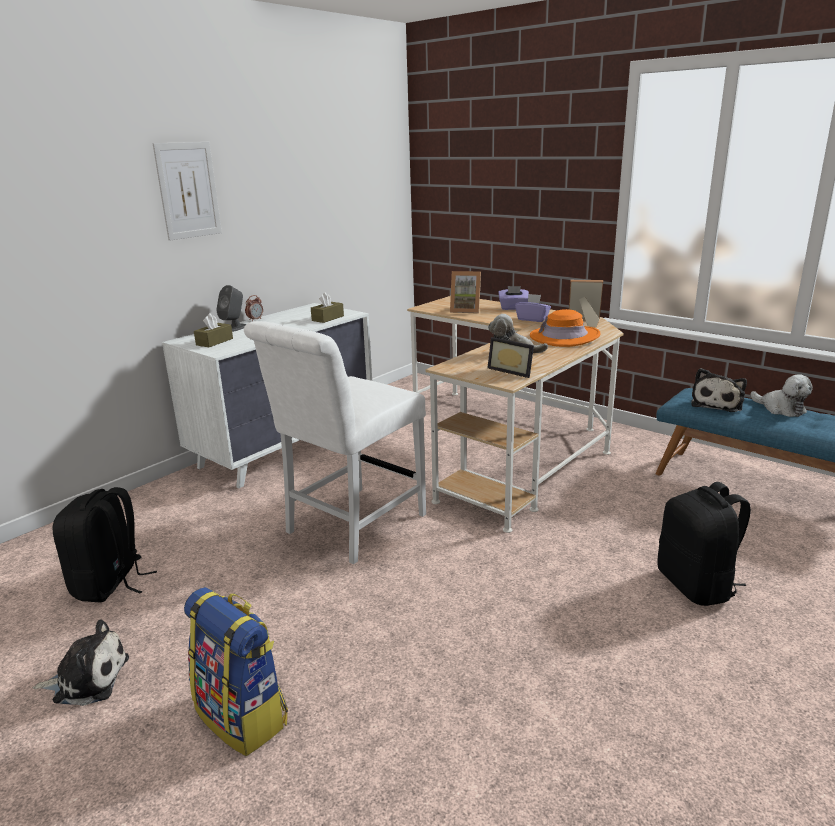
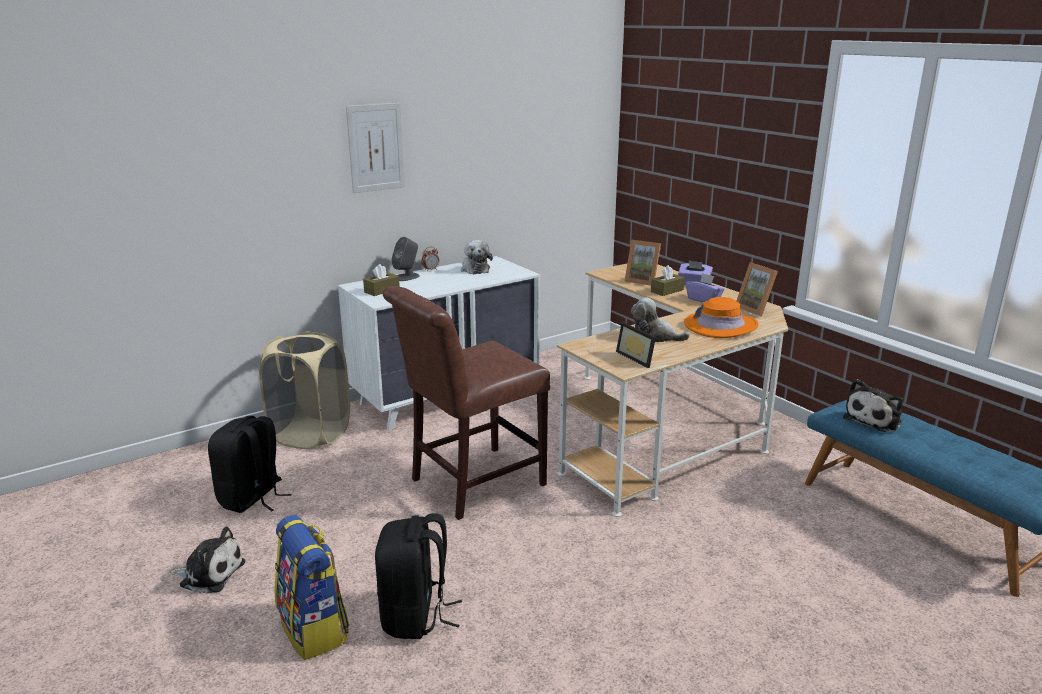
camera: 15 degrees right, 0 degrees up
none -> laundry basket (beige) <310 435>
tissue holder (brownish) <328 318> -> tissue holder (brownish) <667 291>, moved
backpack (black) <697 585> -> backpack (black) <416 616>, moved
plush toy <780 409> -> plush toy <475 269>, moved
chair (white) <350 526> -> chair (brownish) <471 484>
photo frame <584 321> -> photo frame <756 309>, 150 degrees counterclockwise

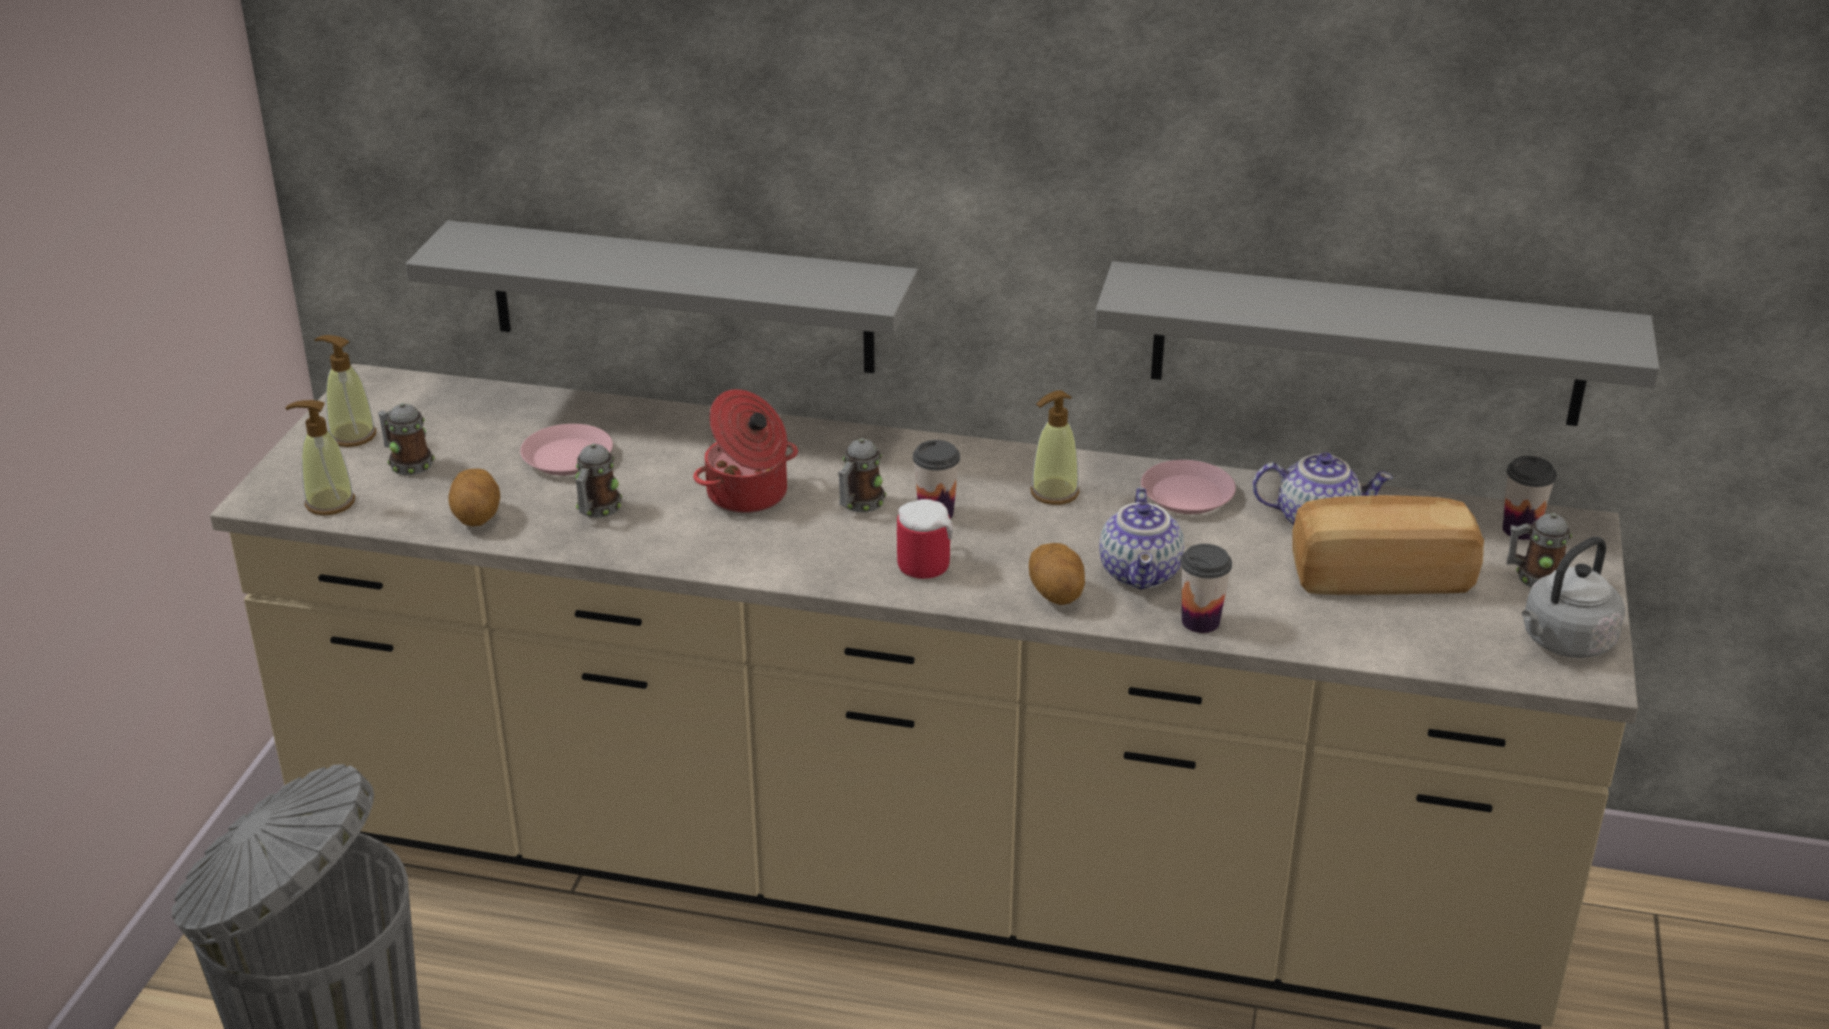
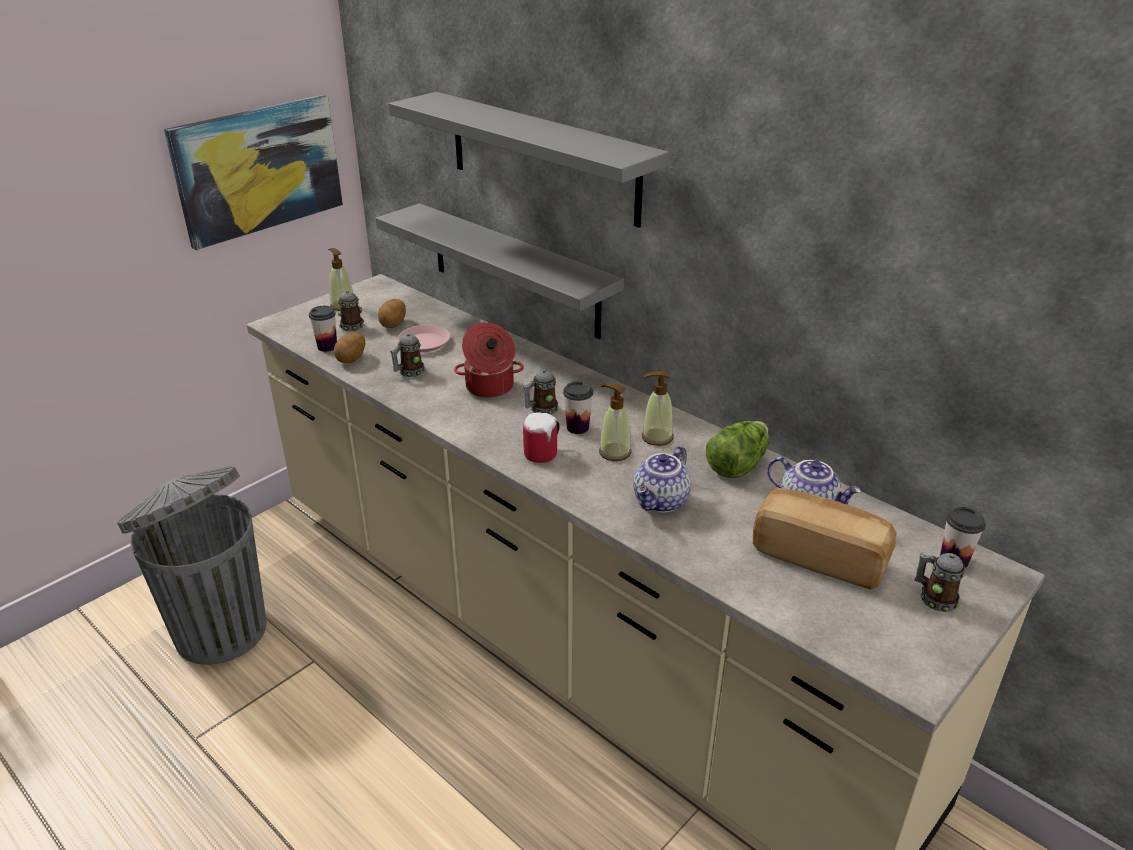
camera: 30 degrees right, 0 degrees up
water kettle (gray) <1564 642> -> none
none -> wall art <258 169>
soap bottle <329 503> -> soap bottle <614 452>, moved
whole potato <1056 594> -> whole potato <393 324>, moved
shelf (gray) <1367 344> -> shelf (gray) <542 157>, moved
drinking cup <1200 621> -> drinking cup <327 347>, moved
flat dish (pink-coloured) <1187 495> -> lettuce head <737 464>

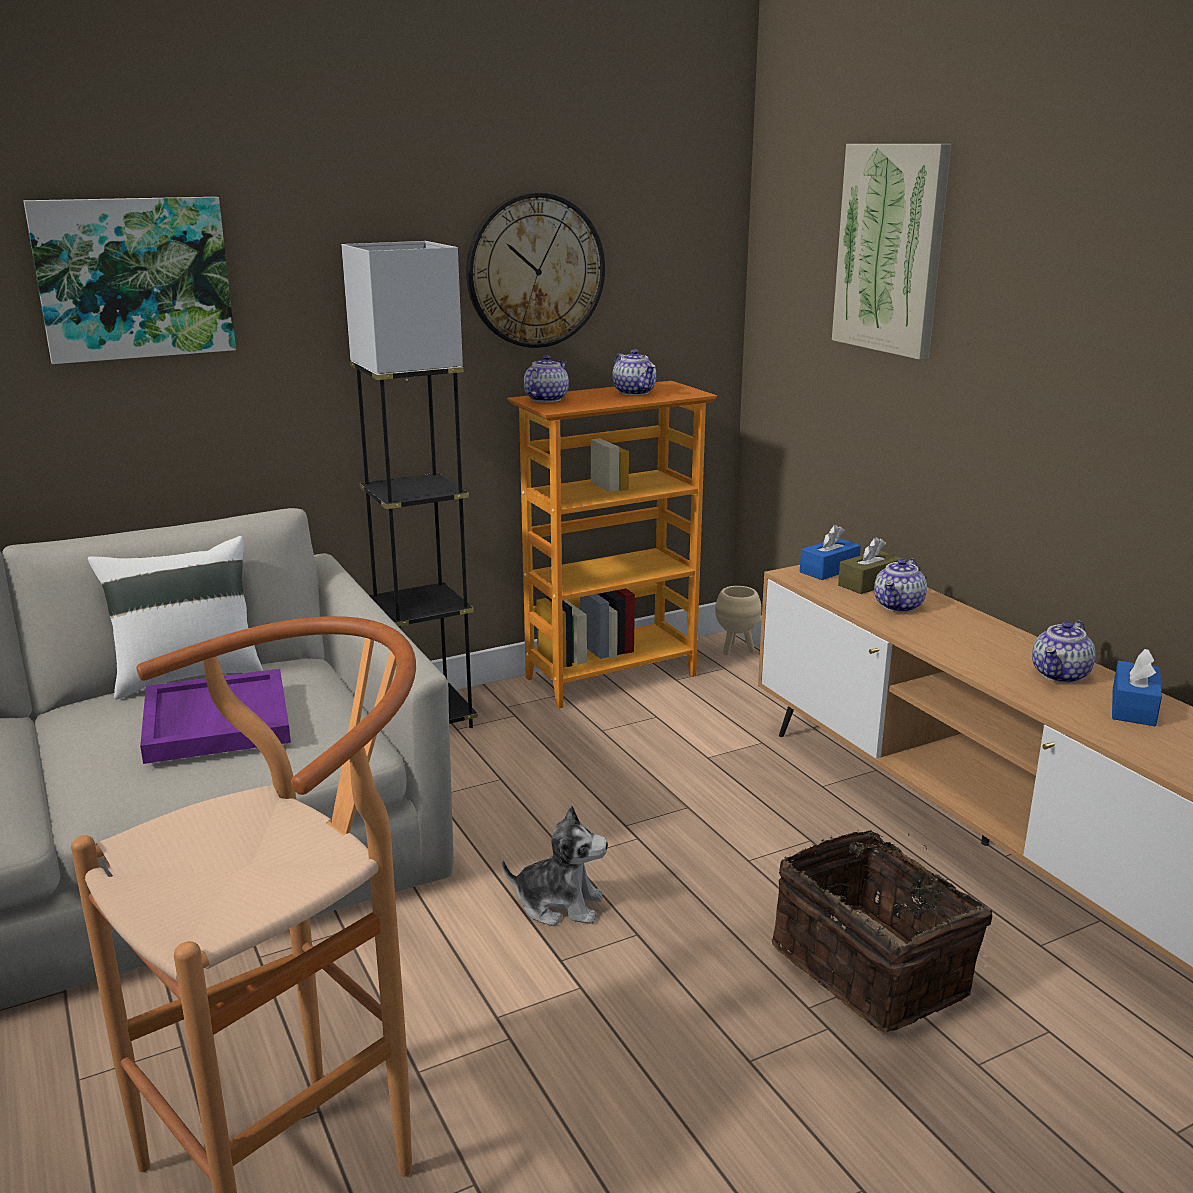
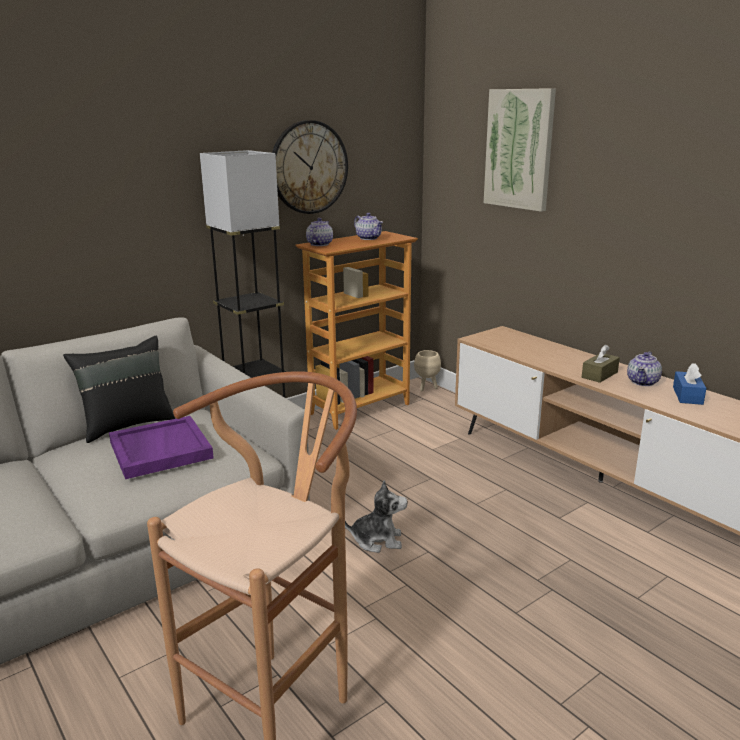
camera: 10 degrees left, 0 degrees up
wall art <134 278> -> none
household basket <874 967> -> none
tissue holder (bluish) <829 570> -> none
teapot <899 606> -> none
tissue holder (brownish) <869 583> -> tissue holder (brownish) <599 375>, moved
cushion (white) <187 675> -> cushion (black) <127 425>

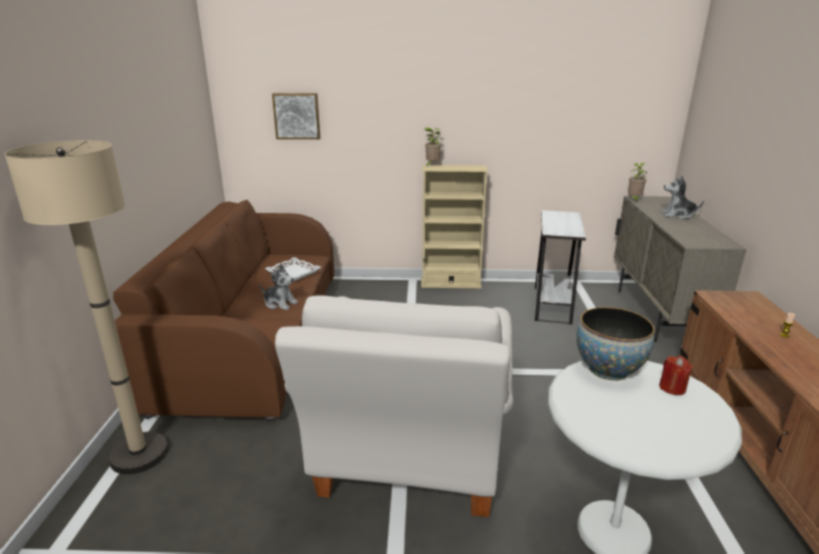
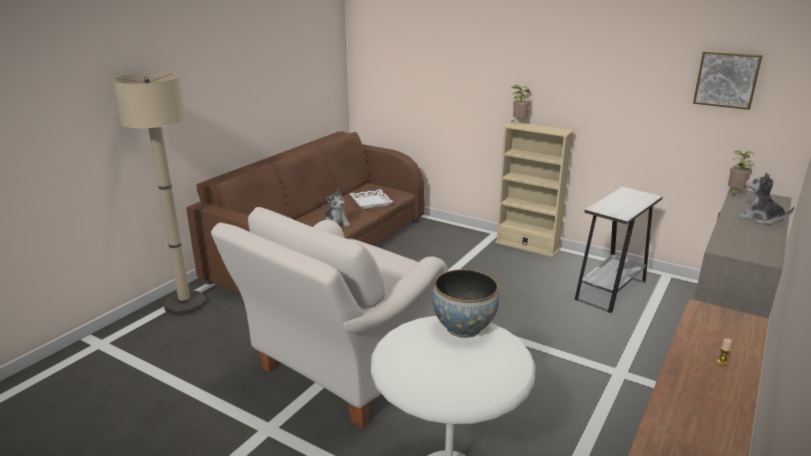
camera: 30 degrees right, 0 degrees up
candle (red) <672 388> -> none
wall art <297 116> -> wall art <727 79>, moved

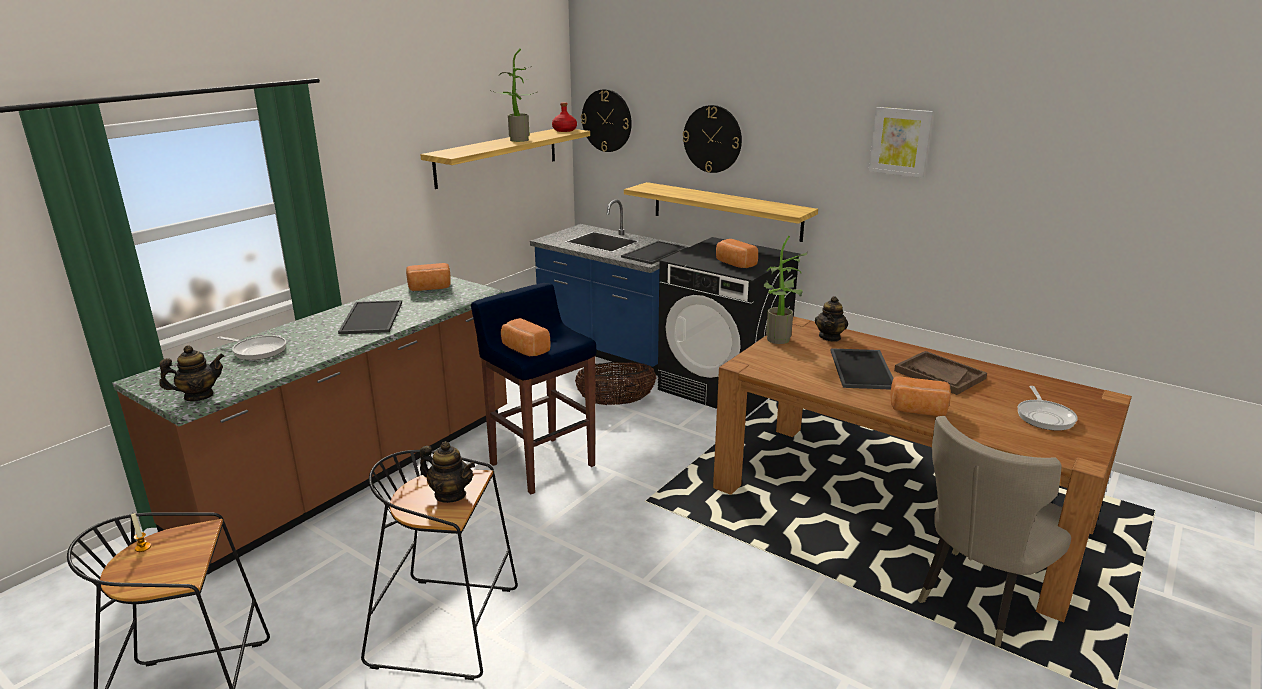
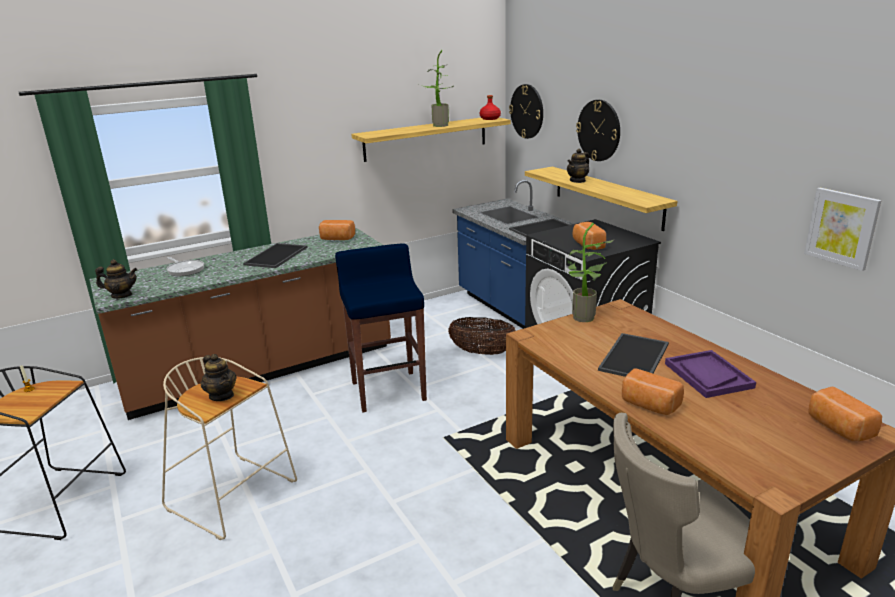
camera: 25 degrees right, 0 degrees up
skillet <1044 416> -> none
bakery bread <524 350> -> bakery bread <837 427>, moved
teapot <830 337> -> teapot <577 181>, moved
wall art <900 141> -> wall art <842 228>, moved
stool (black) <448 626> -> stool (beige) <234 496>
tray (brownish) <939 375> -> tray (purple) <708 375>

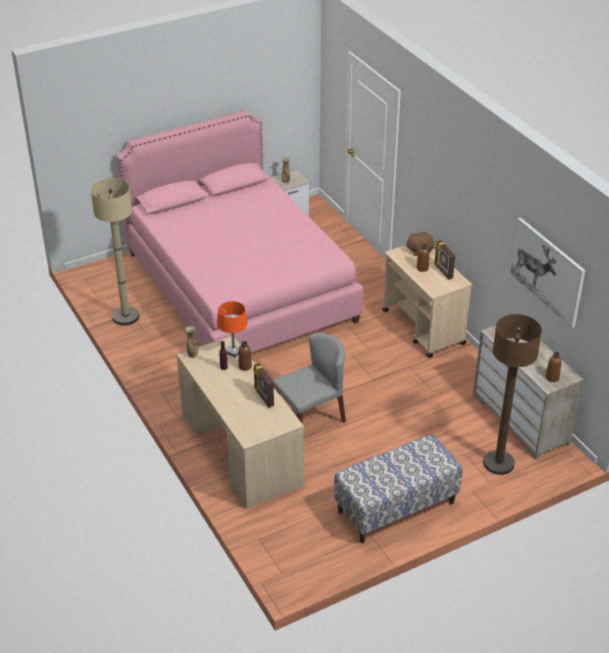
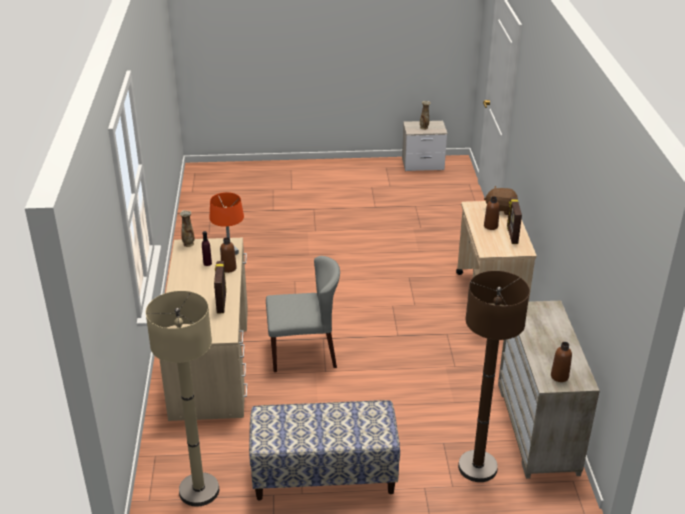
camera: 25 degrees right, 5 degrees down
bed (pink-coloured) <240 287> -> none
wall art <547 271> -> none
standard lamp (beige) <125 317> -> standard lamp (beige) <199 490>, moved

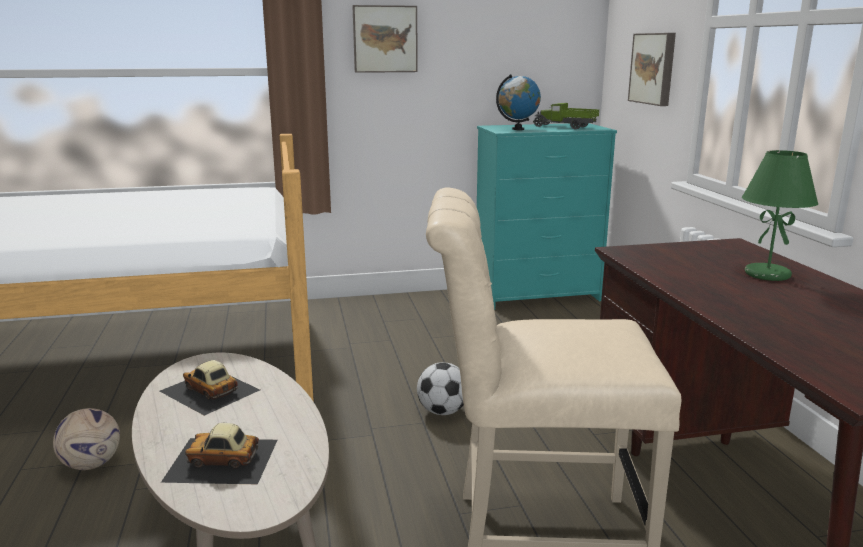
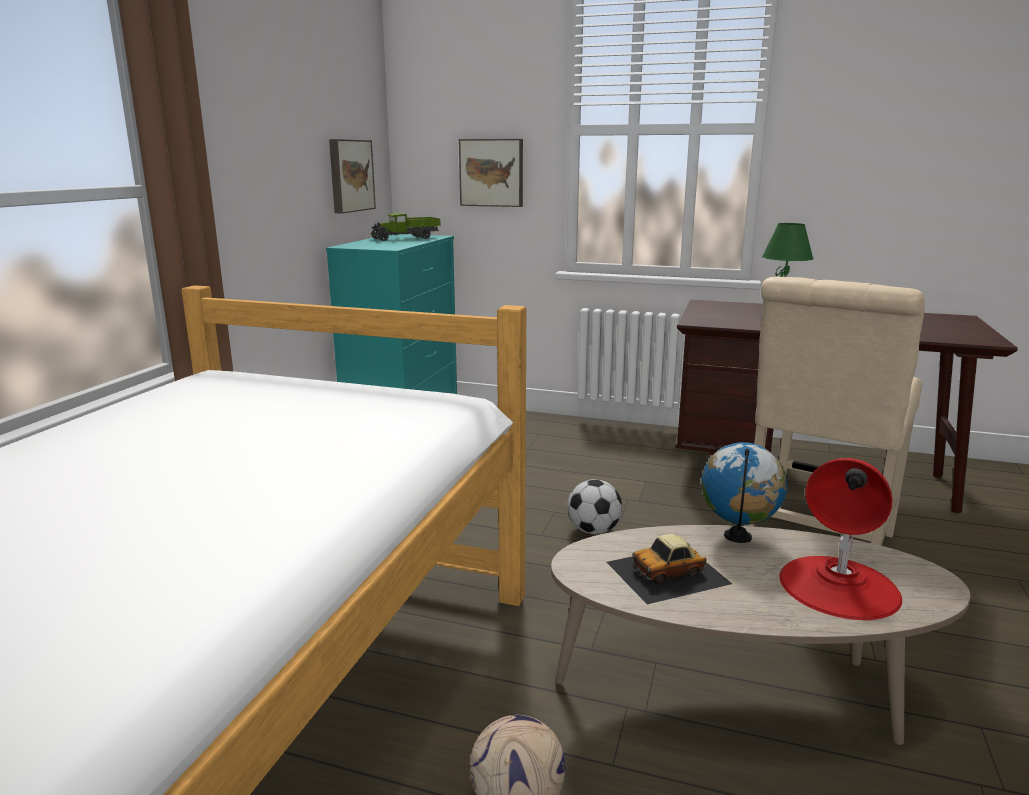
camera: 60 degrees left, 0 degrees up
wall art <385 39> -> wall art <349 175>, moved
world globe <518 129> -> world globe <738 537>, moved
miniature car <222 460> -> table lamp (red) <839 586>

